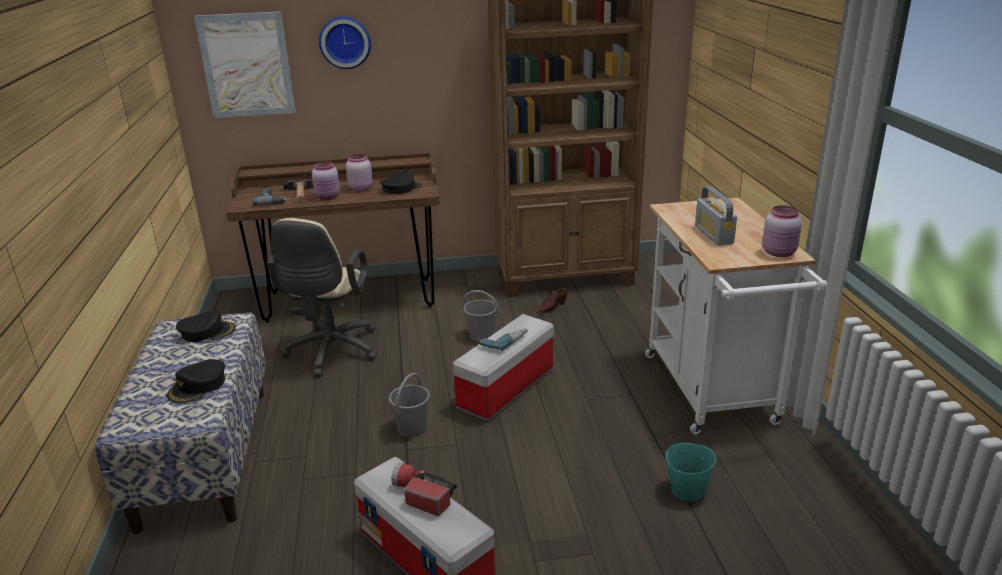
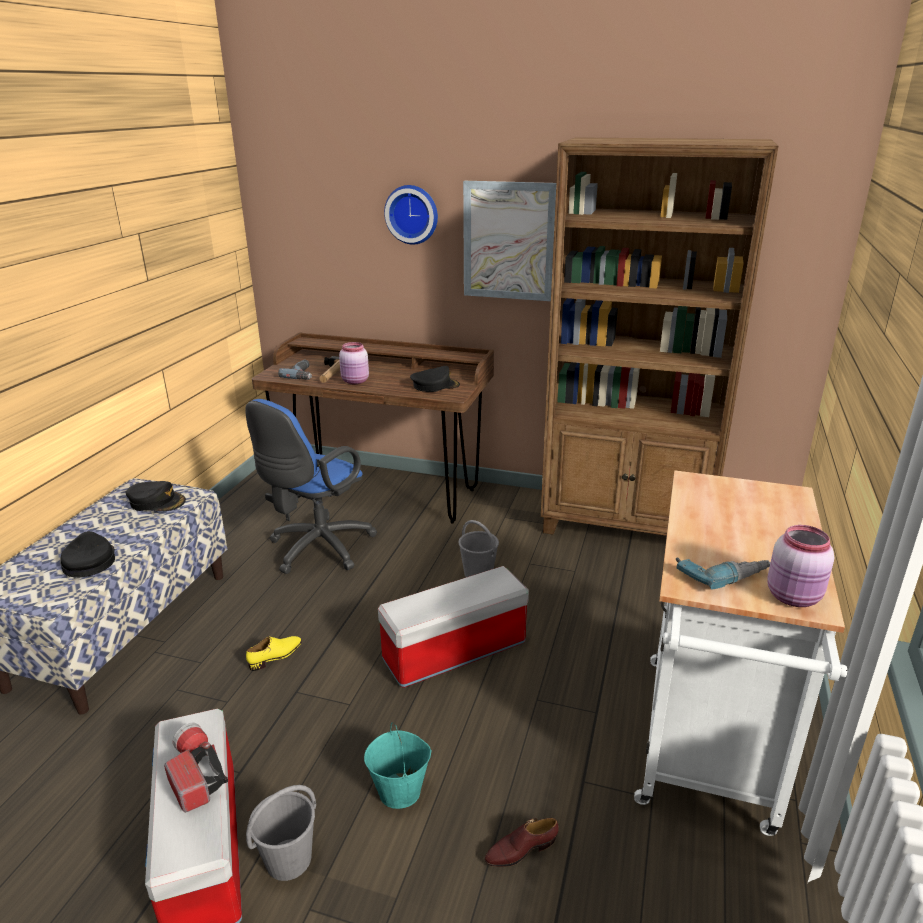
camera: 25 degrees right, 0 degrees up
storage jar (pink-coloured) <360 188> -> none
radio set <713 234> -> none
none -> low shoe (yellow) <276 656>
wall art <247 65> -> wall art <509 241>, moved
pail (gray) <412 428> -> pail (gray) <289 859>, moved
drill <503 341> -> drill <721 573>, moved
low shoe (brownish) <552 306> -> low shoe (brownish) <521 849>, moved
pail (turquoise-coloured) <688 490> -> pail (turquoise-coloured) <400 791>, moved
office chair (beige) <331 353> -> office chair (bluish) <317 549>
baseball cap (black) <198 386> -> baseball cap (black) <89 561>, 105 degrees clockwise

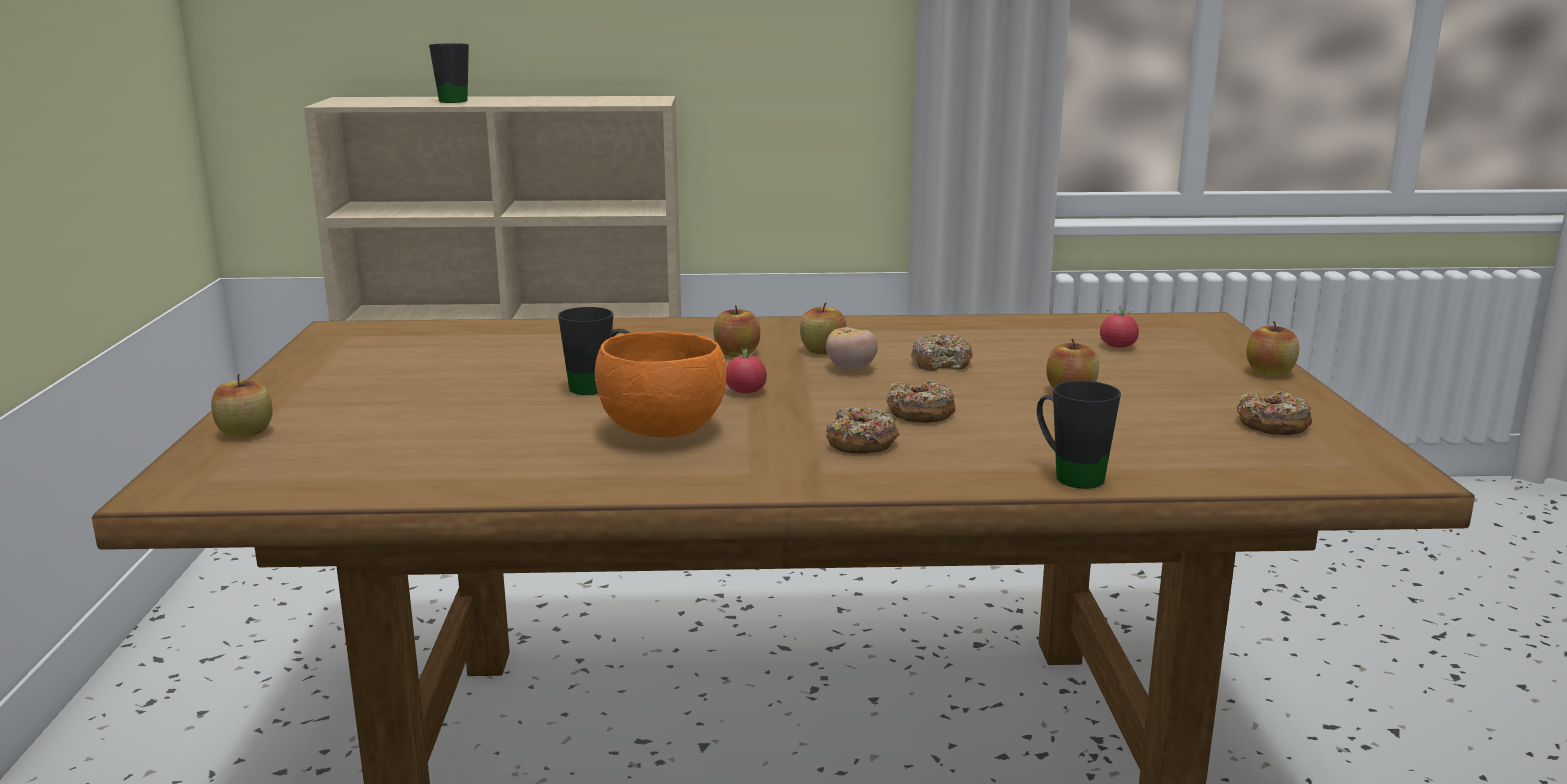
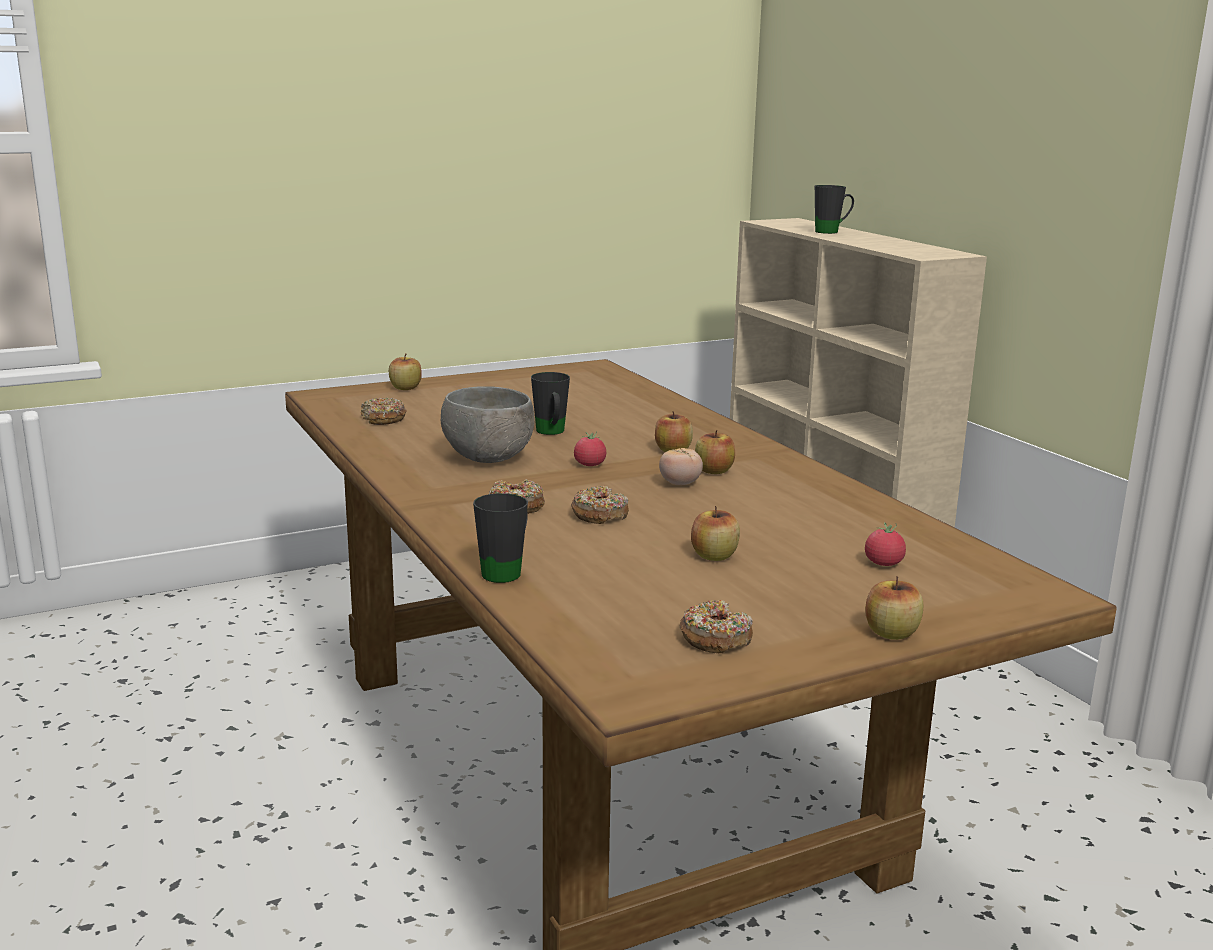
camera: 65 degrees right, 0 degrees up
donut <941 363> -> donut <383 419>, moved
deep dish (orangey) <664 432> -> deep dish (gray) <488 459>

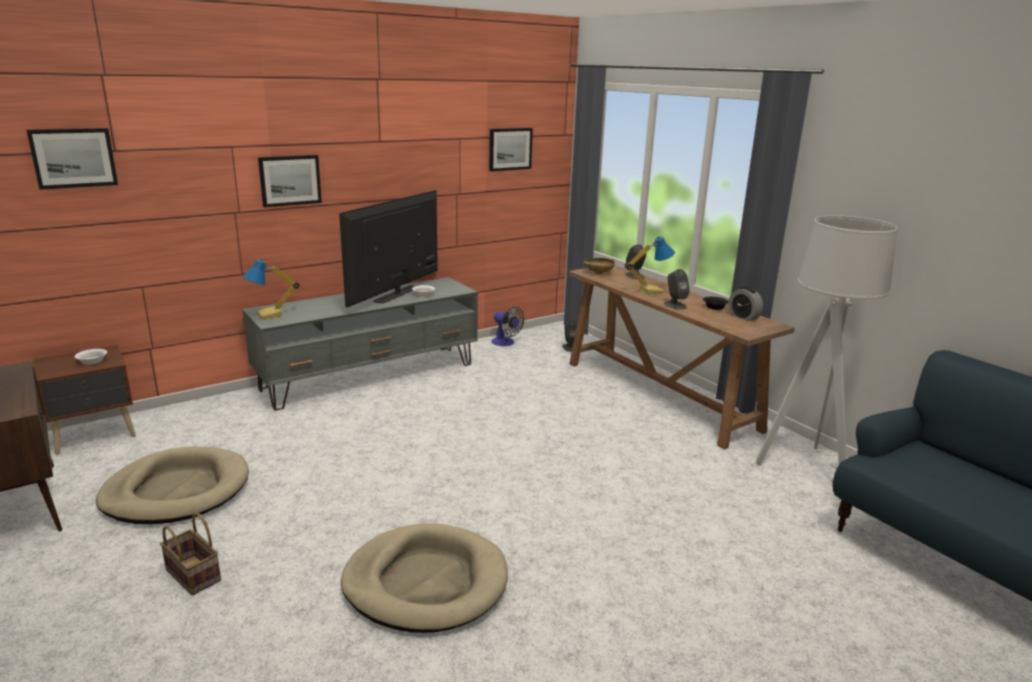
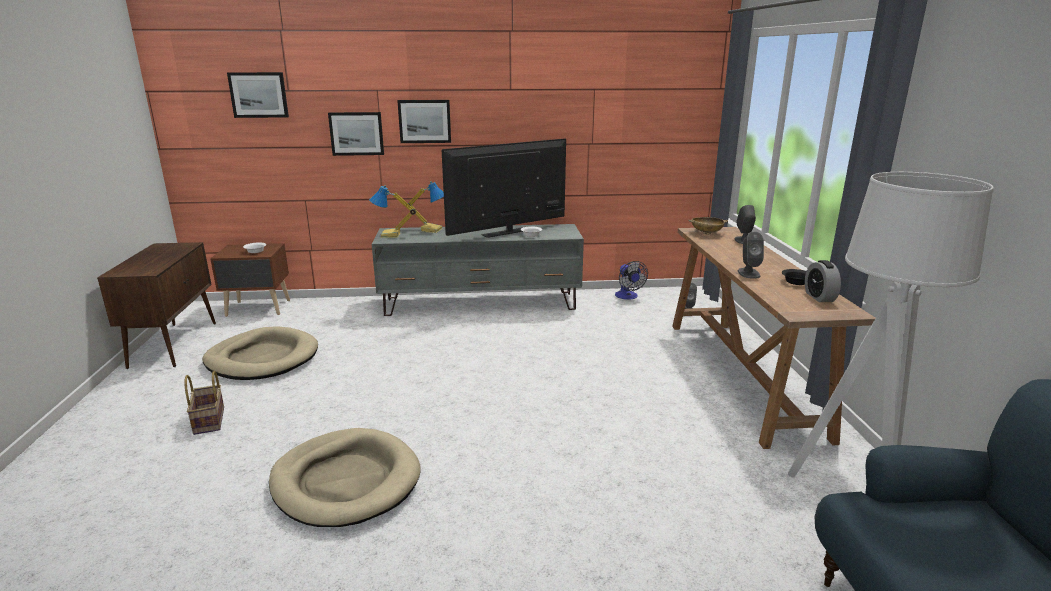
camera: 30 degrees right, 0 degrees up
wall art <510 149> -> wall art <356 133>, moved
table lamp <650 291> -> table lamp <431 230>, moved

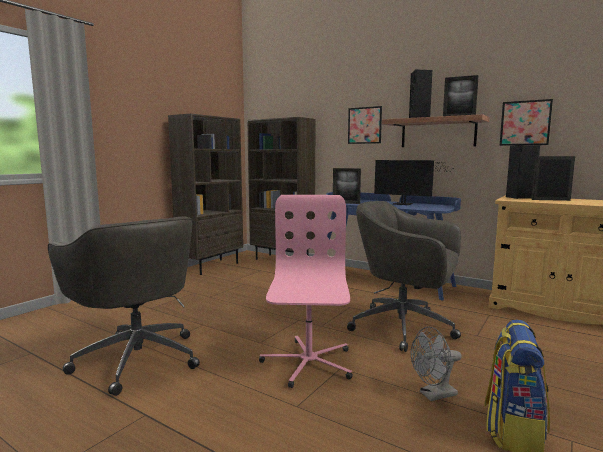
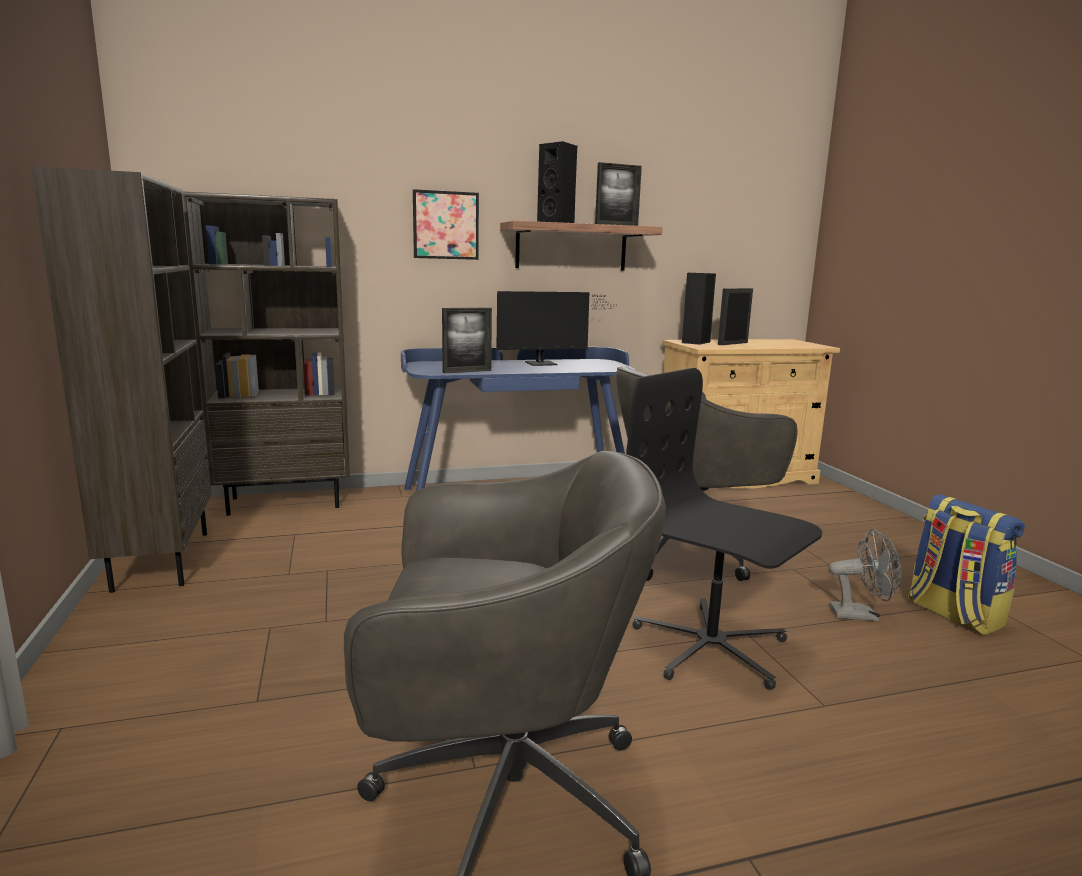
camera: 50 degrees left, 5 degrees up
wall art <525 123> -> none
office chair (pink-coloured) <308 363> -> office chair (black) <710 647>
electric fan (gray) <433 395> -> electric fan (gray) <861 615>, 105 degrees counterclockwise

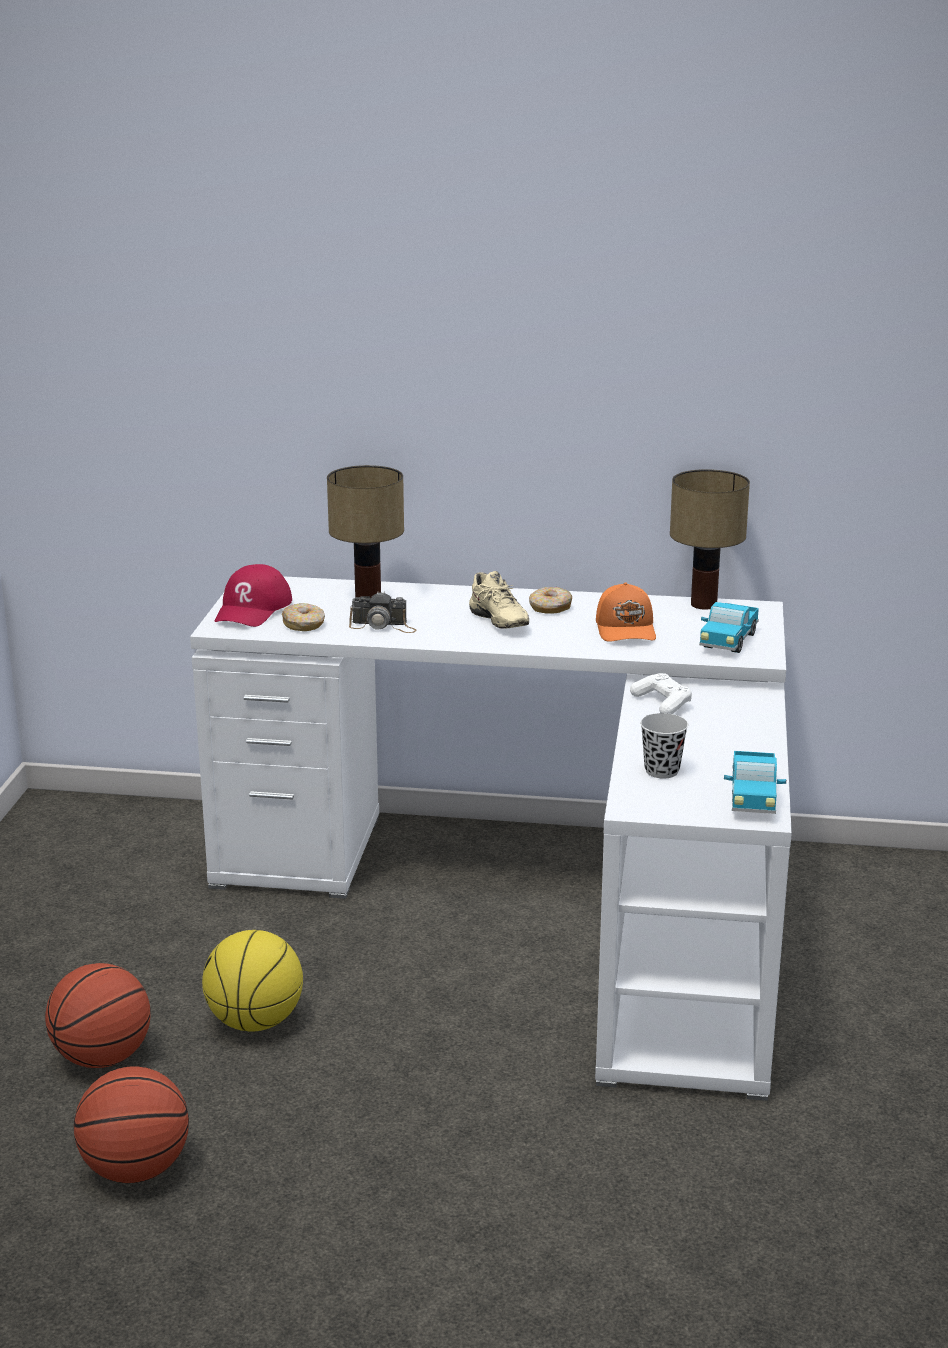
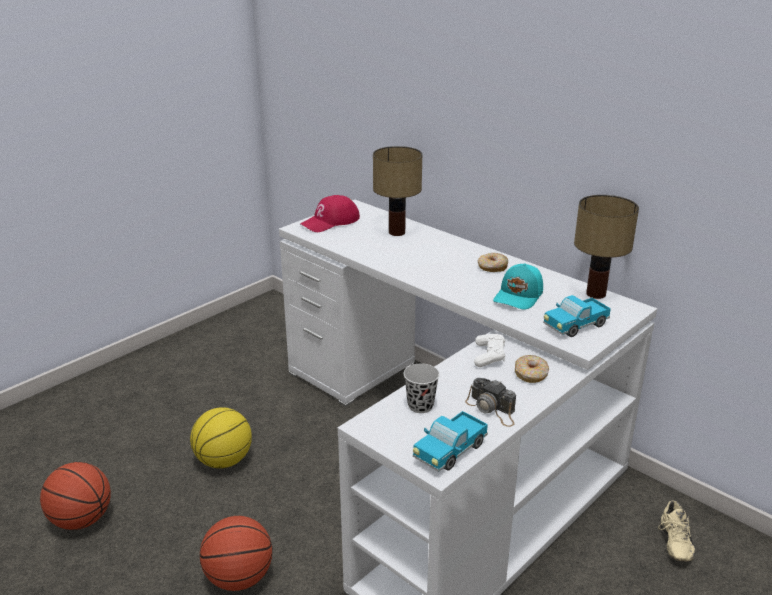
camera: 35 degrees right, 5 degrees up
basketball ball <102 1057> -> basketball ball <239 578>, moved
donut <304 625> -> donut <531 374>, moved
photo camera <383 626> -> photo camera <492 409>, moved
low shoe (beige) <495 622> -> low shoe (beige) <672 543>, moved
baseball cap (orangey) <627 629> -> baseball cap (turquoise-coloured) <519 296>

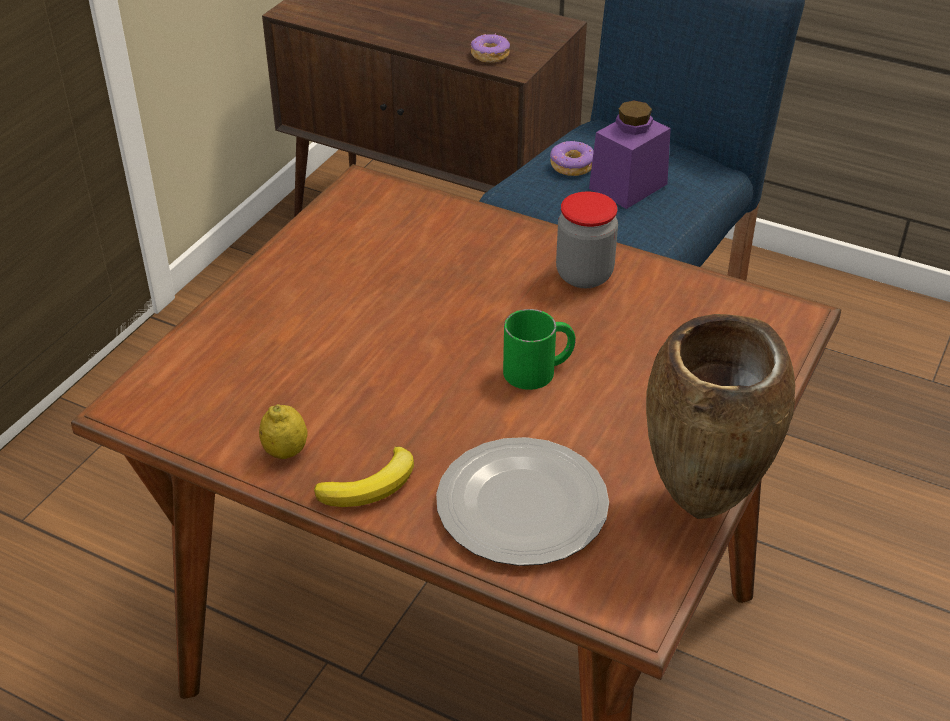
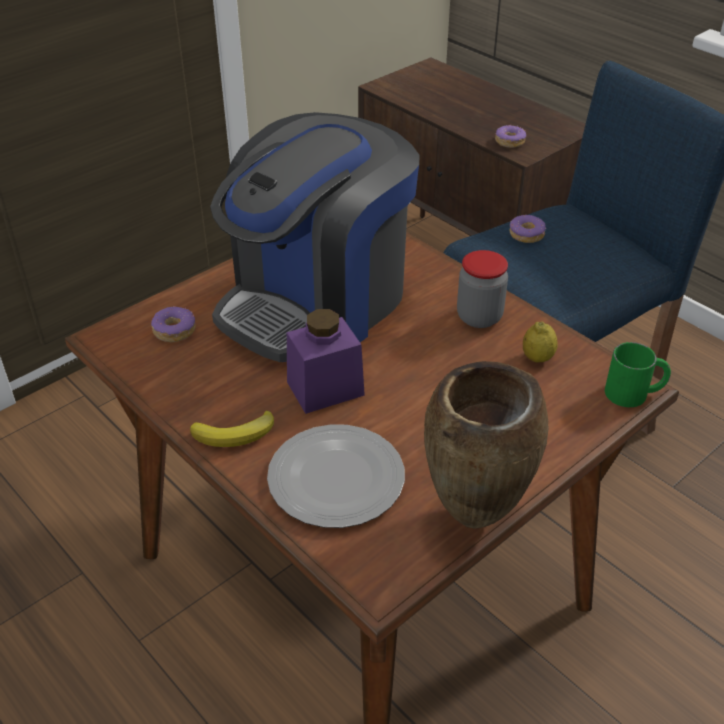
camera: 20 degrees right, 0 degrees up
none -> donut <174 330>
none -> coffee brewer <317 302>
lemon <285 451> -> lemon <537 358>, moved
mug (green) <539 370> -> mug (green) <634 393>, moved
storage jar (purple) <628 186> -> storage jar (purple) <325 388>, moved

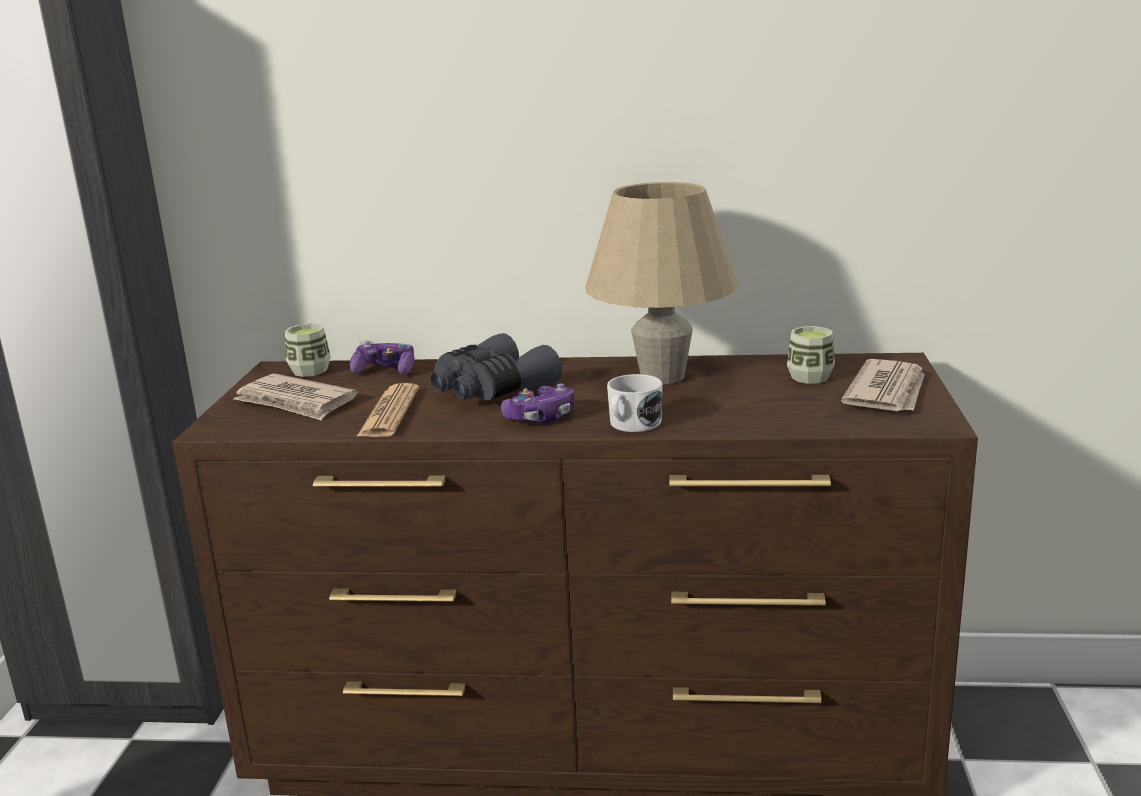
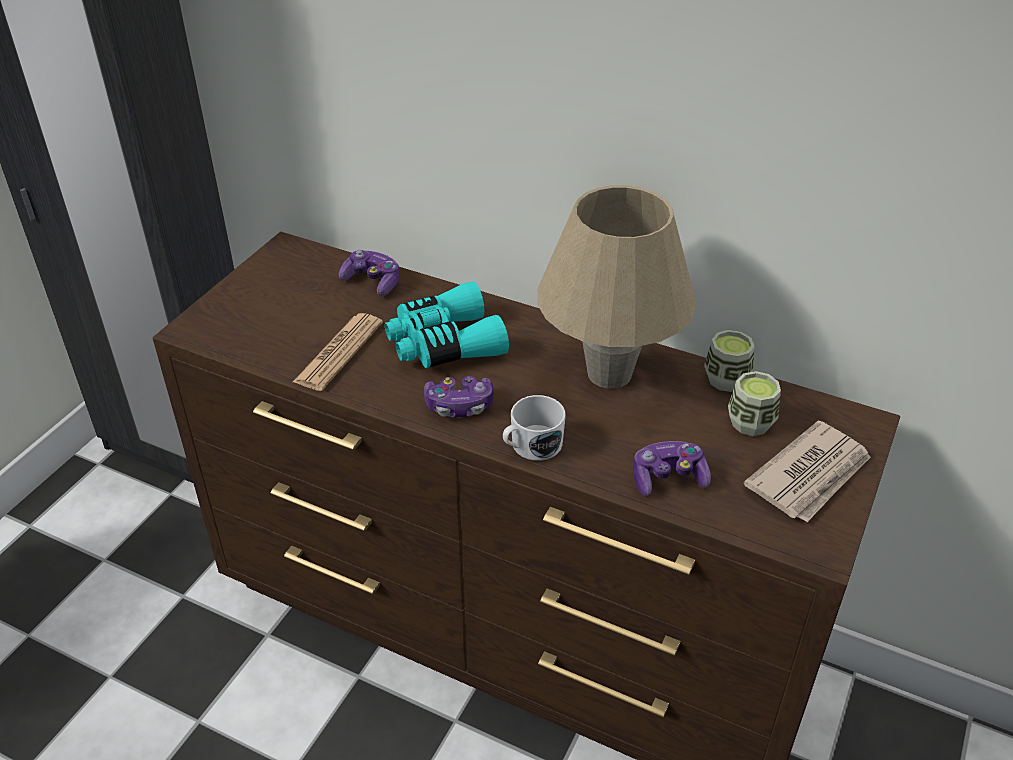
camera: 20 degrees right, 20 degrees up
daily paper <295 402> -> none
none -> gamepad <668 478>
drinking cup <310 371> -> drinking cup <726 379>, moved
field glasses (gray) <491 389> -> field glasses (turquoise-coloured) <444 343>

